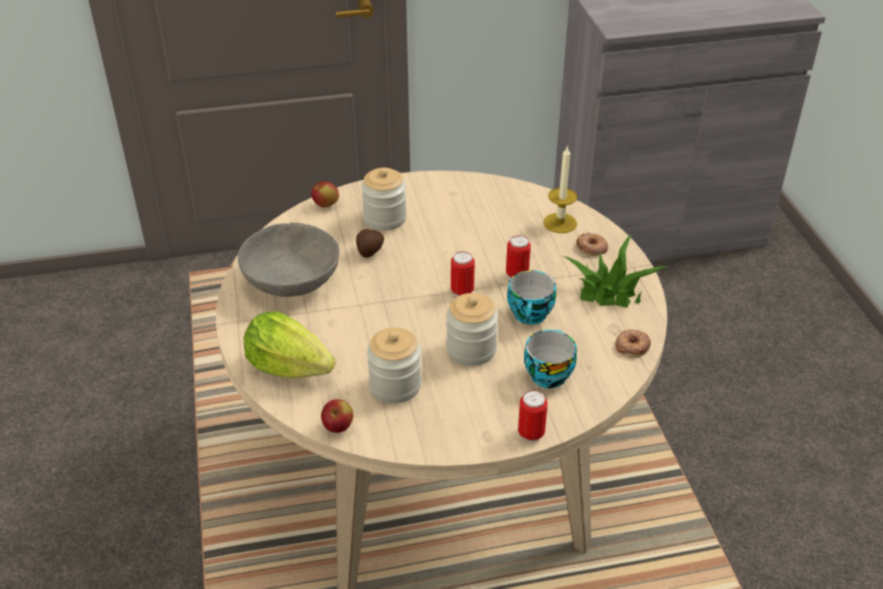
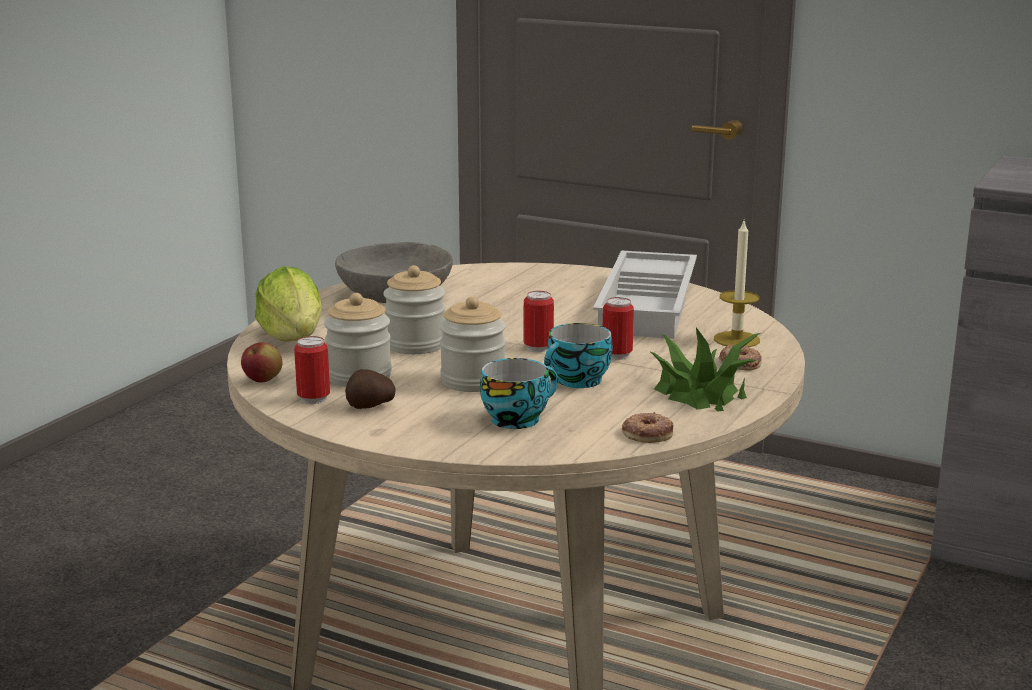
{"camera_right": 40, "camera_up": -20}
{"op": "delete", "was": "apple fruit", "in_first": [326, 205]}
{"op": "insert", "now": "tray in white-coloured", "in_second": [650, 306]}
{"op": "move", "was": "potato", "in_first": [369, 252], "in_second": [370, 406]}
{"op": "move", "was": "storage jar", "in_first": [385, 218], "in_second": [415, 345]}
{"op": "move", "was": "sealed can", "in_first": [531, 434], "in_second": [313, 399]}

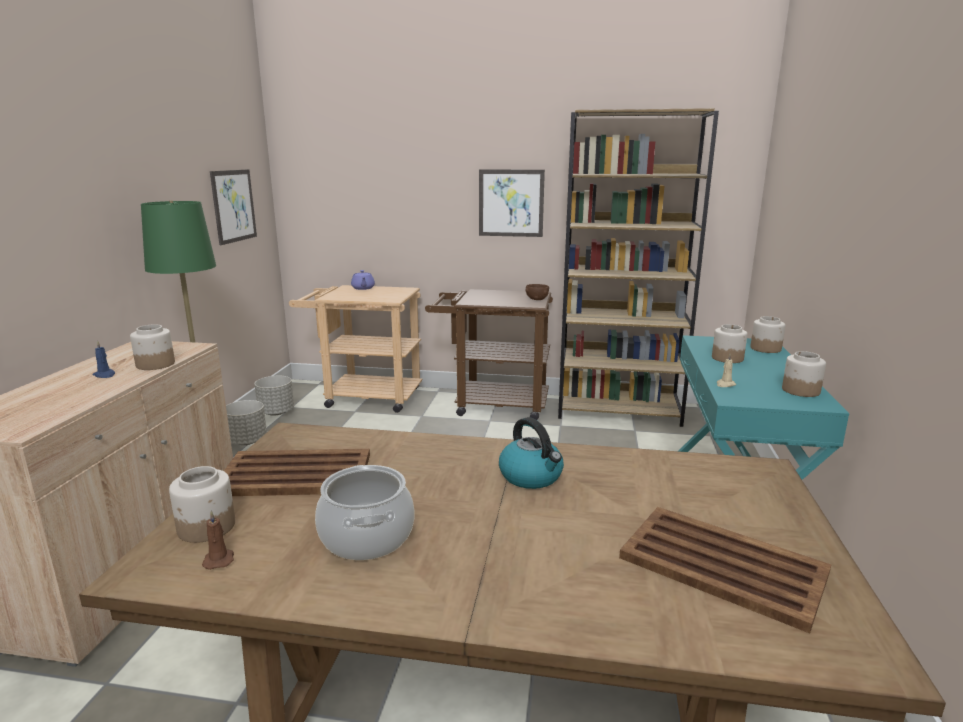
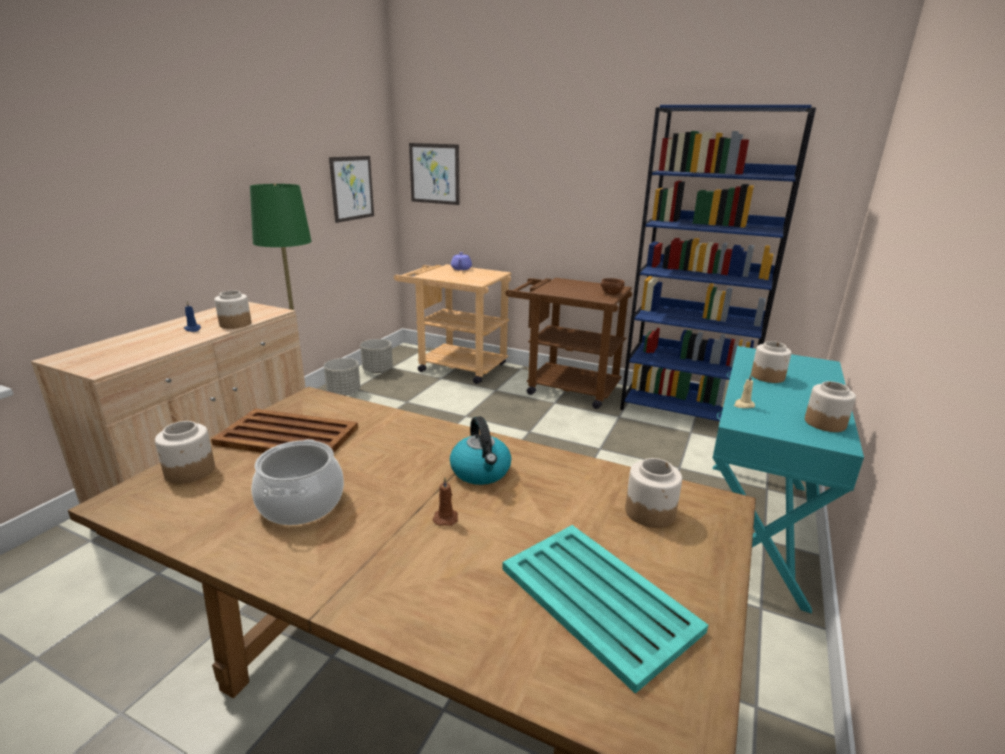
{"camera_right": 15, "camera_up": 5}
{"op": "move", "was": "wax light in brown", "in_first": [219, 560], "in_second": [445, 517]}
{"op": "move", "was": "picture", "in_first": [511, 203], "in_second": [434, 174]}
{"op": "move", "was": "storage jar", "in_first": [765, 348], "in_second": [650, 512]}
{"op": "recolor", "was": "bookshelf in brown", "now": "bookshelf in blue", "in_first": [619, 410], "in_second": [684, 409]}
{"op": "recolor", "was": "tray in brown", "now": "tray in turquoise-coloured", "in_first": [720, 564], "in_second": [597, 597]}

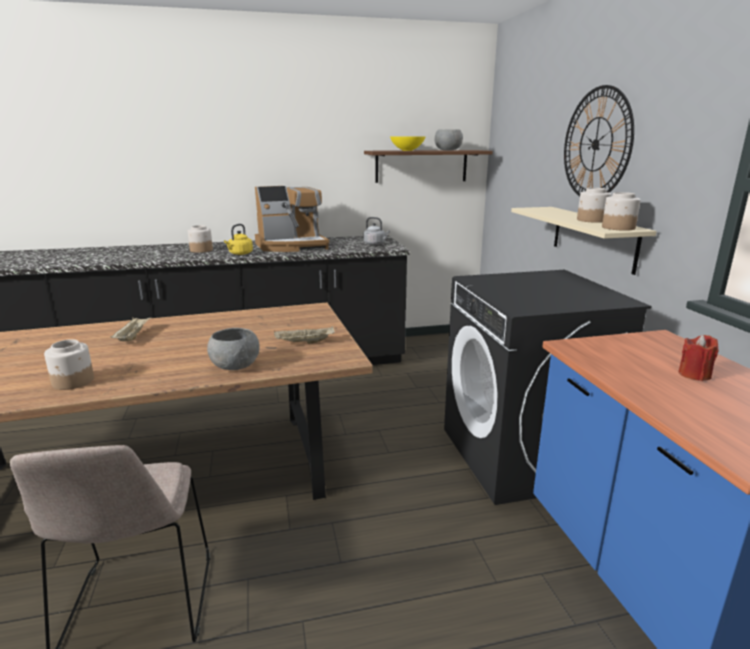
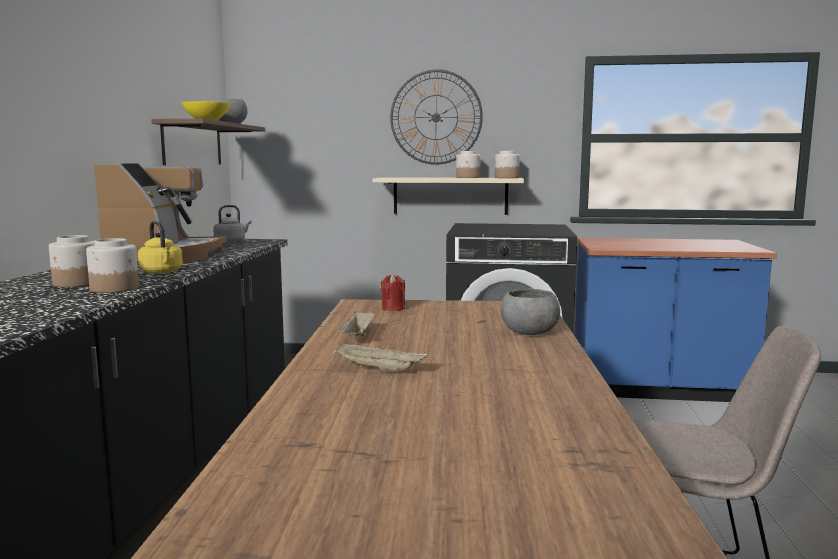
{"camera_right": -70, "camera_up": -10}
{"op": "move", "was": "storage jar", "in_first": [73, 381], "in_second": [115, 288]}
{"op": "move", "was": "tray in beige-coloured", "in_first": [304, 343], "in_second": [357, 337]}
{"op": "move", "was": "wax light in red", "in_first": [694, 374], "in_second": [393, 308]}

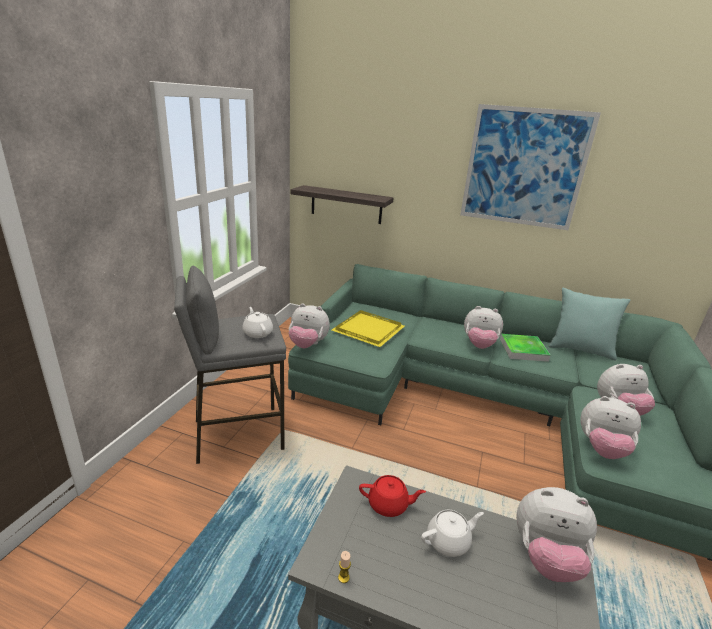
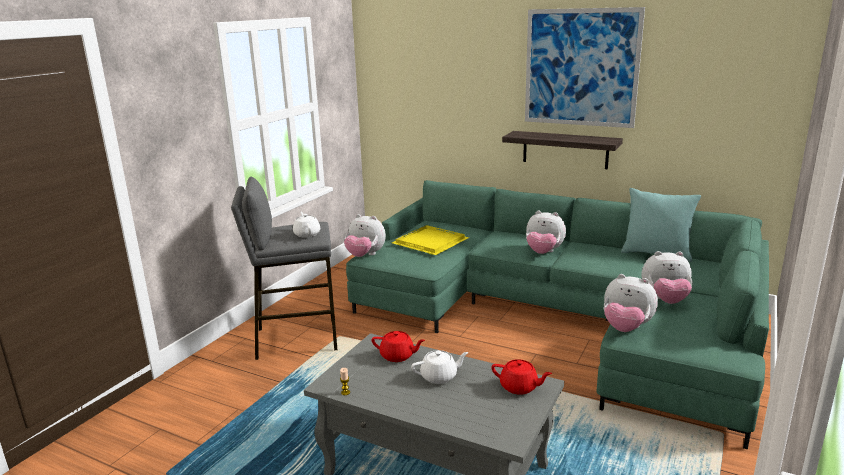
{"camera_right": 10, "camera_up": -5}
{"op": "delete", "was": "tray", "in_first": [523, 350]}
{"op": "move", "was": "wall shelf", "in_first": [346, 205], "in_second": [565, 149]}
{"op": "replace", "was": "cuddly toy", "now": "pot for tea in red", "in_first": [546, 558], "in_second": [519, 387]}

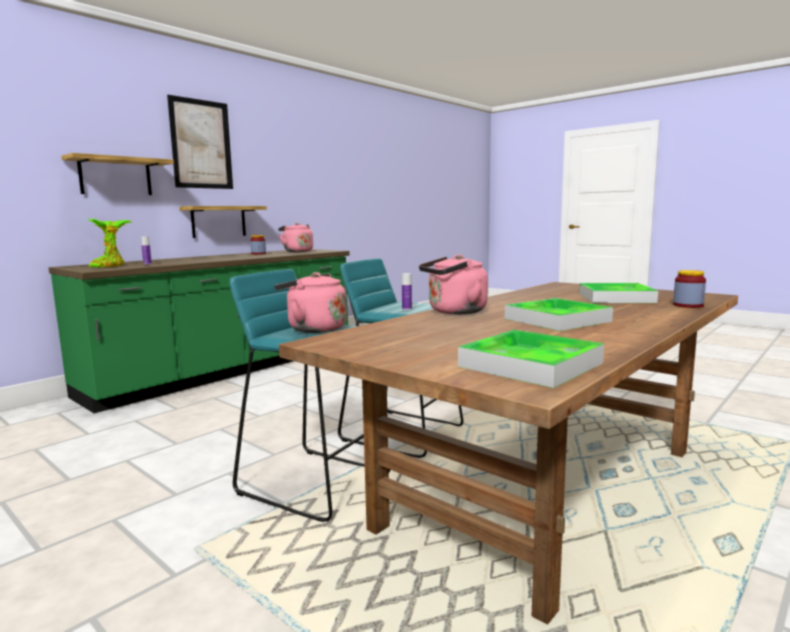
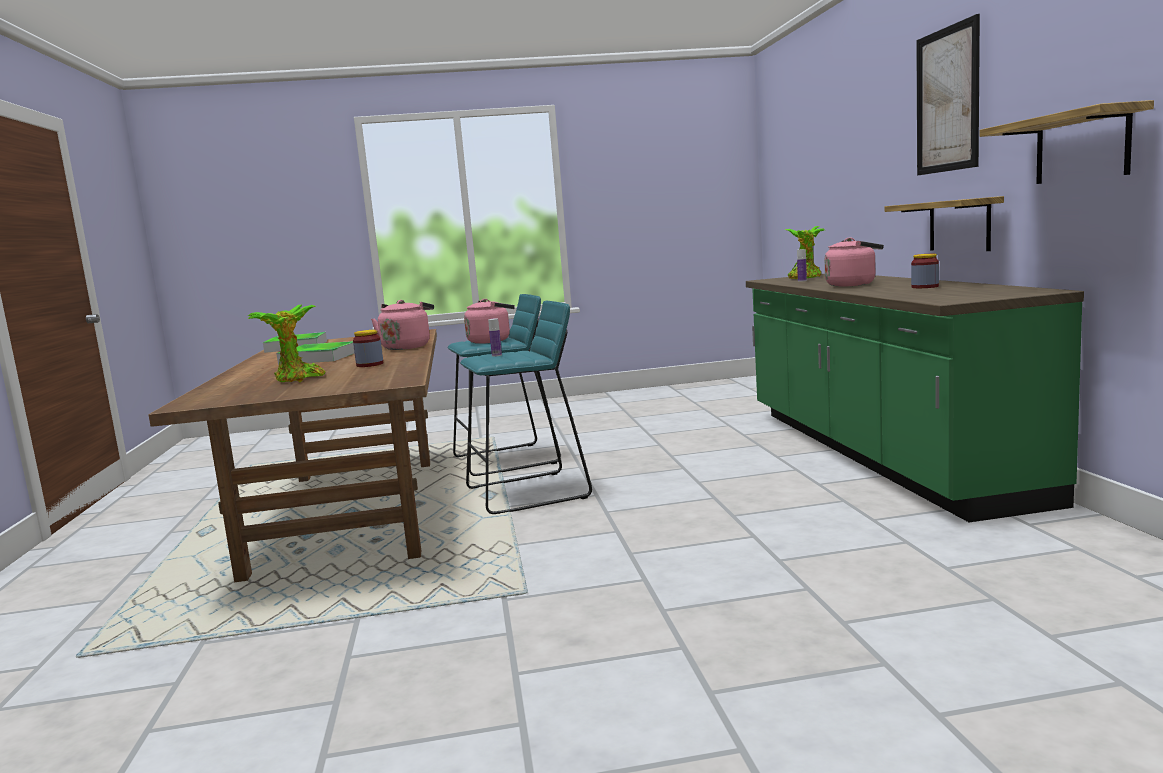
{"camera_right": 130, "camera_up": 0}
{"op": "move", "was": "wall shelf", "in_first": [115, 176], "in_second": [1081, 147]}
{"op": "move", "was": "kettle in pink-coloured", "in_first": [297, 251], "in_second": [853, 284]}
{"op": "move", "was": "storage jar", "in_first": [688, 305], "in_second": [370, 365]}
{"op": "replace", "was": "tray", "now": "potted plant", "in_first": [615, 298], "in_second": [297, 380]}

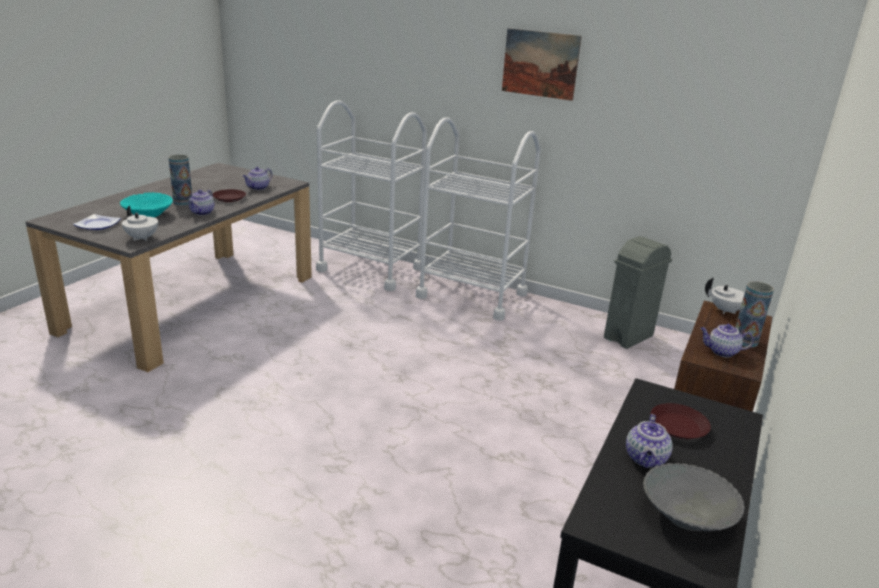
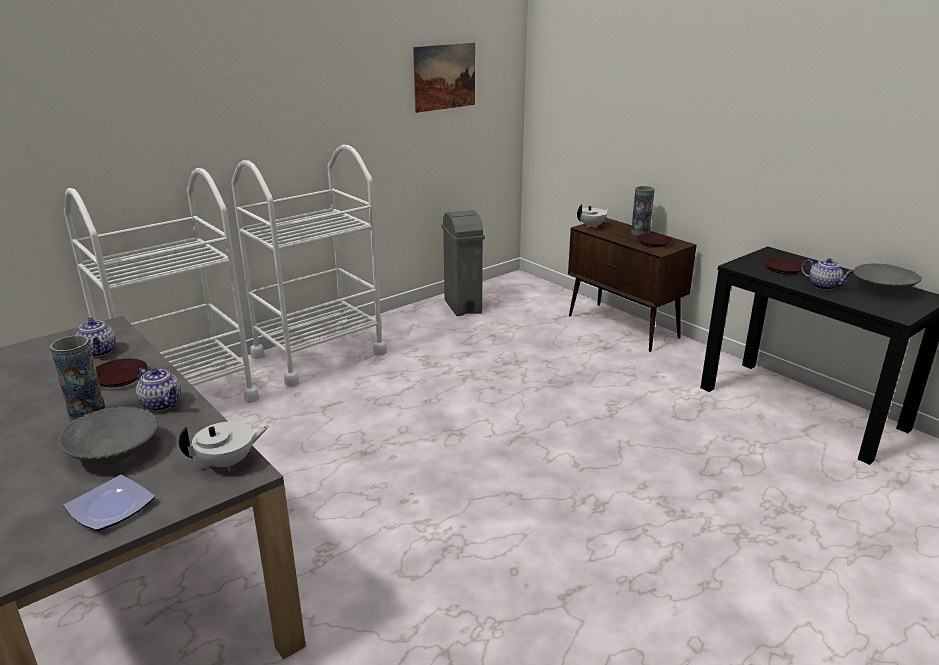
{"camera_right": -65, "camera_up": 0}
{"op": "move", "was": "picture", "in_first": [540, 64], "in_second": [444, 77]}
{"op": "replace", "was": "pot for tea", "now": "flat dish in brown", "in_first": [721, 352], "in_second": [653, 243]}
{"op": "recolor", "was": "serving bowl in turquoise-coloured", "now": "serving bowl in gray", "in_first": [148, 215], "in_second": [114, 453]}

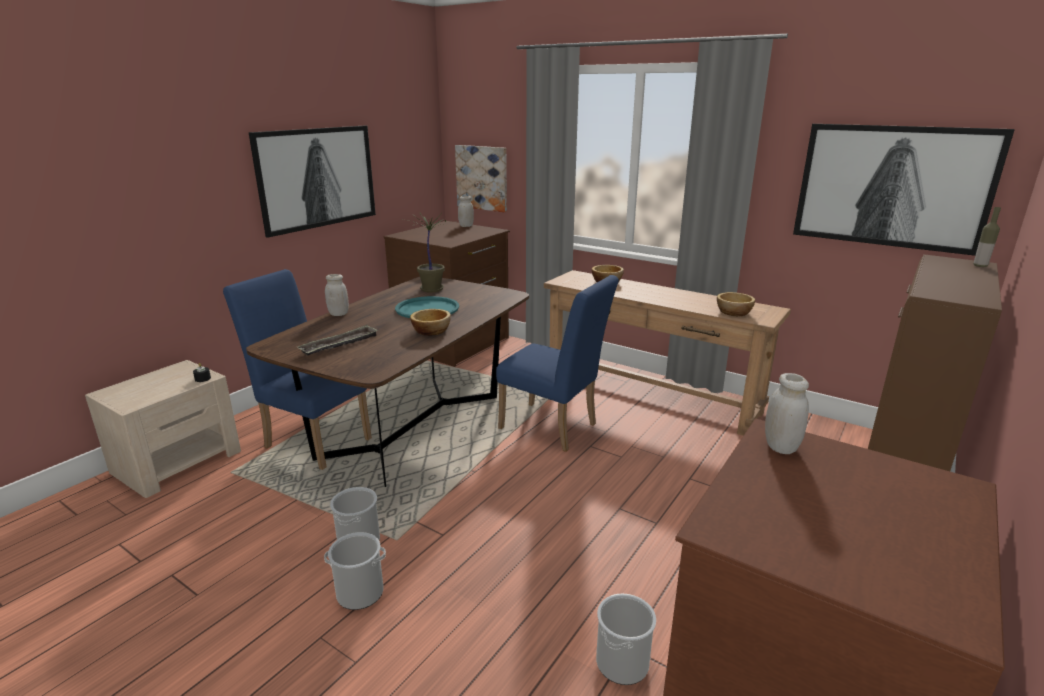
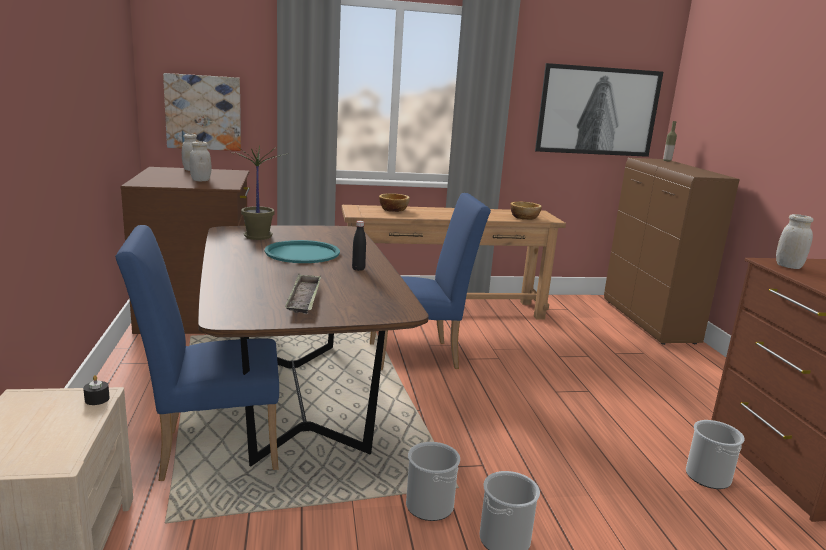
{"camera_right": -45, "camera_up": -5}
{"op": "delete", "was": "picture", "in_first": [318, 178]}
{"op": "move", "was": "storage jar in white-coloured", "in_first": [338, 314], "in_second": [201, 180]}
{"op": "replace", "was": "serving bowl", "now": "bottle in black-coloured", "in_first": [431, 331], "in_second": [358, 269]}

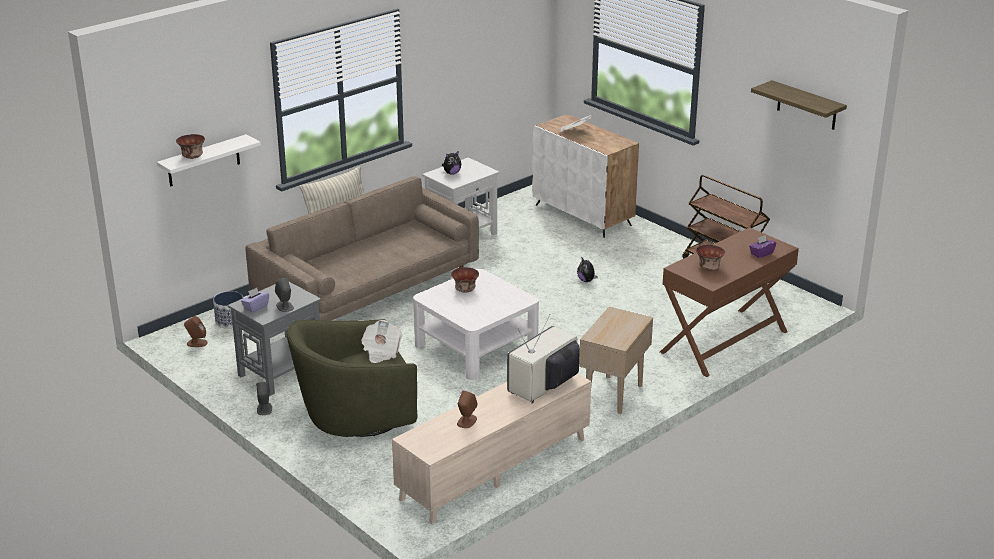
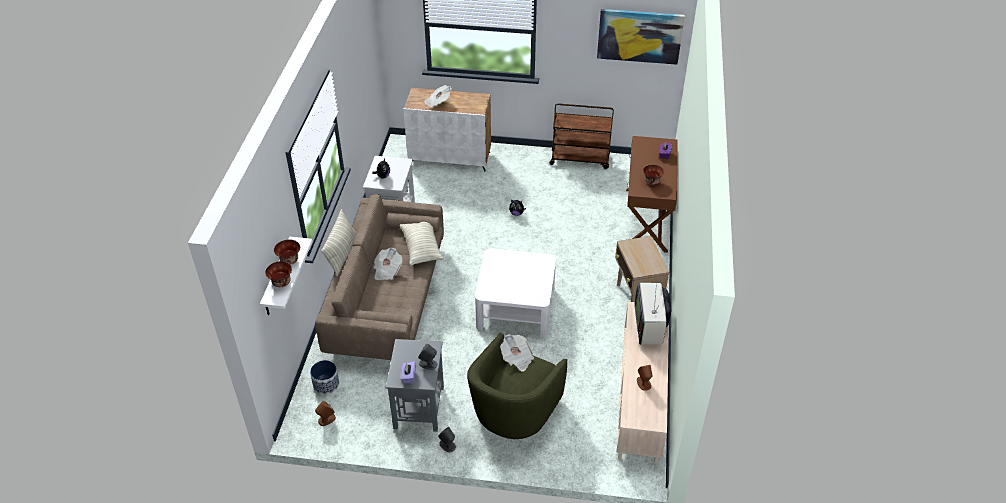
{"camera_right": -40, "camera_up": 15}
{"op": "insert", "now": "daily paper", "in_second": [387, 271]}
{"op": "insert", "now": "throw pillow", "in_second": [421, 248]}
{"op": "move", "was": "serving bowl", "in_first": [465, 289], "in_second": [289, 260]}
{"op": "replace", "was": "wall shelf", "now": "picture", "in_first": [807, 106], "in_second": [639, 36]}

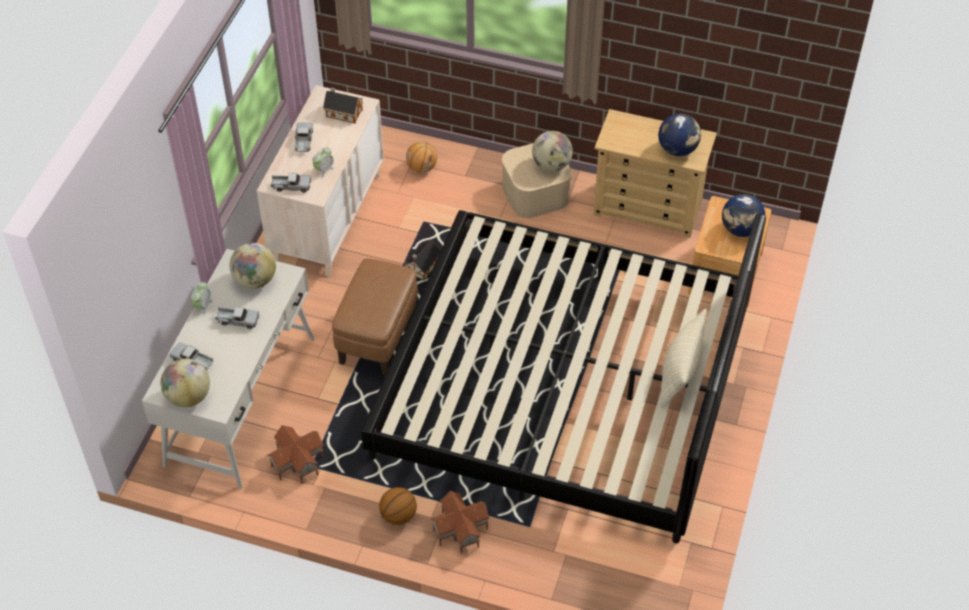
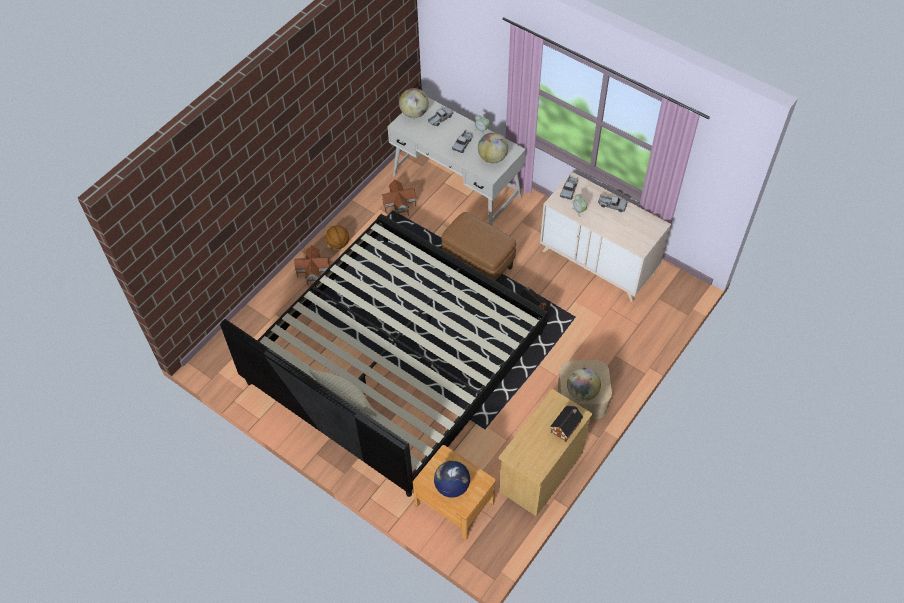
{"camera_right": 110, "camera_up": 5}
{"op": "delete", "was": "ball for basketball", "in_first": [422, 167]}
{"op": "delete", "was": "globe", "in_first": [677, 149]}
{"op": "move", "was": "toy house", "in_first": [343, 112], "in_second": [566, 426]}

